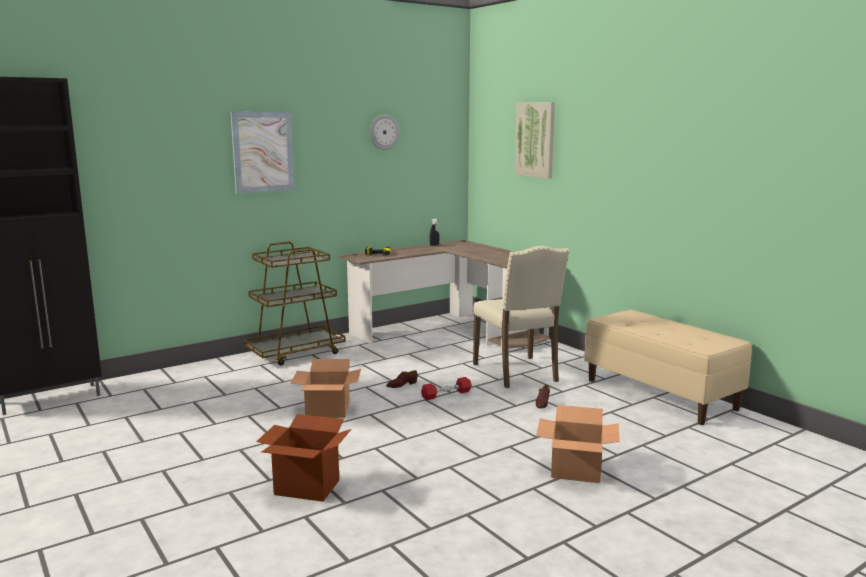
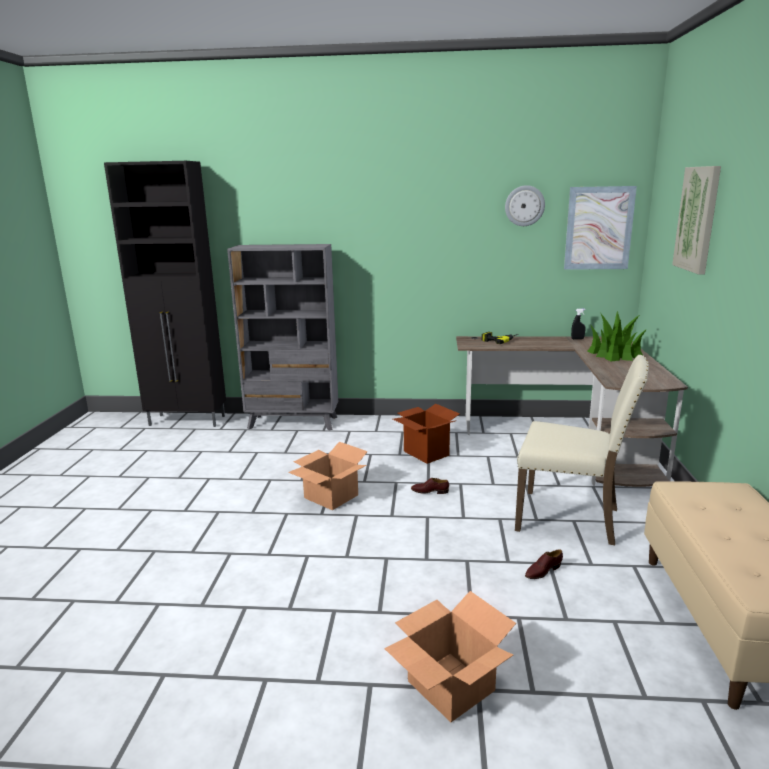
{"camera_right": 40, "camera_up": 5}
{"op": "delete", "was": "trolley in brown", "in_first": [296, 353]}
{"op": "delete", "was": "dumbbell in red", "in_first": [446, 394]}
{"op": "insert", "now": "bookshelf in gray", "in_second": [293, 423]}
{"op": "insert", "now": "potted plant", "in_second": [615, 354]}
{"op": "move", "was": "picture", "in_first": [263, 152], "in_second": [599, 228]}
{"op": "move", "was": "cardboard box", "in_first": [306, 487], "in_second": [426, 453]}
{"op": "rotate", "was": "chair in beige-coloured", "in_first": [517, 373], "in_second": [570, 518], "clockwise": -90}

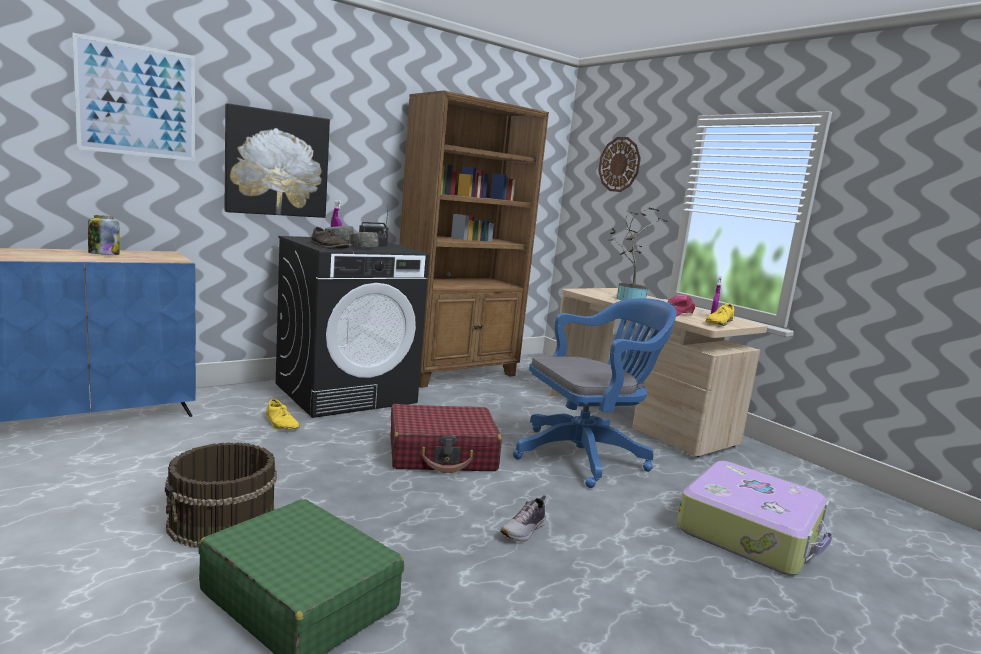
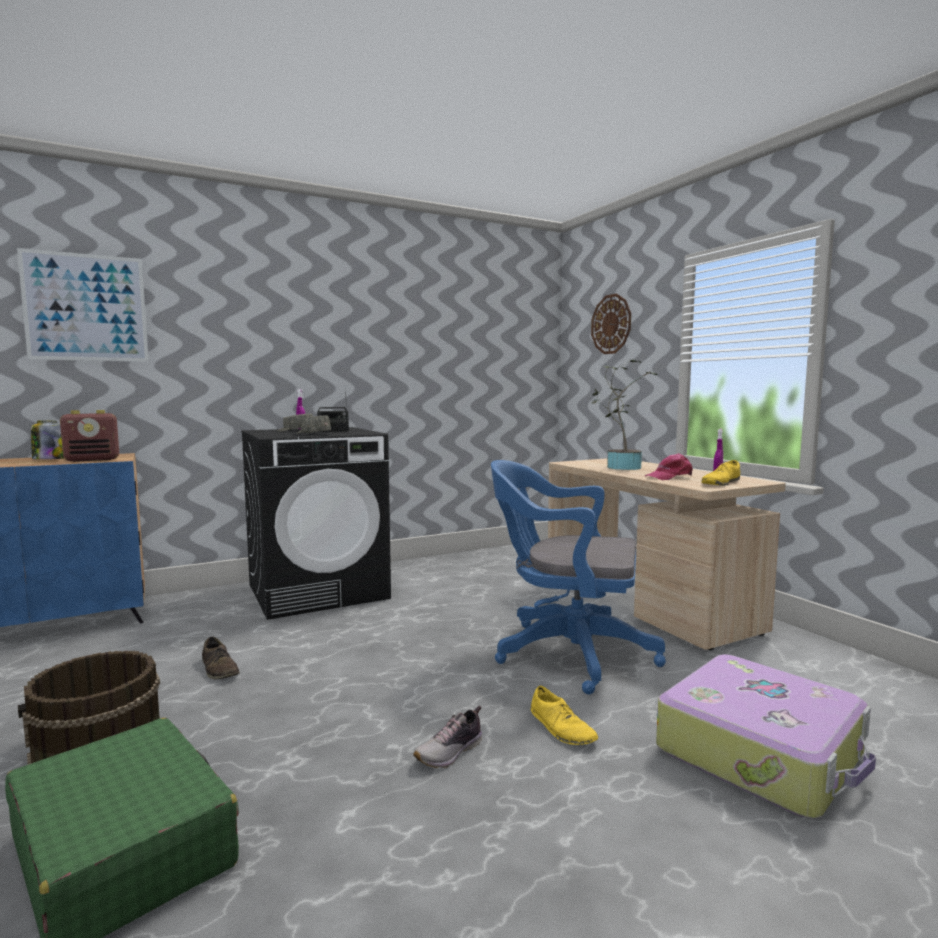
{"camera_right": 10, "camera_up": -5}
{"op": "delete", "was": "picture", "in_first": [277, 164]}
{"op": "delete", "was": "piece of luggage in red", "in_first": [442, 454]}
{"op": "delete", "was": "bookshelf in brown", "in_first": [456, 373]}
{"op": "insert", "now": "radio", "in_second": [93, 460]}
{"op": "move", "was": "low shoe in yellow-coloured", "in_first": [281, 423], "in_second": [562, 728]}
{"op": "move", "was": "low shoe in brown", "in_first": [329, 247], "in_second": [219, 669]}
{"op": "rotate", "was": "office chair in blue", "in_first": [586, 455], "in_second": [566, 652], "clockwise": -150}

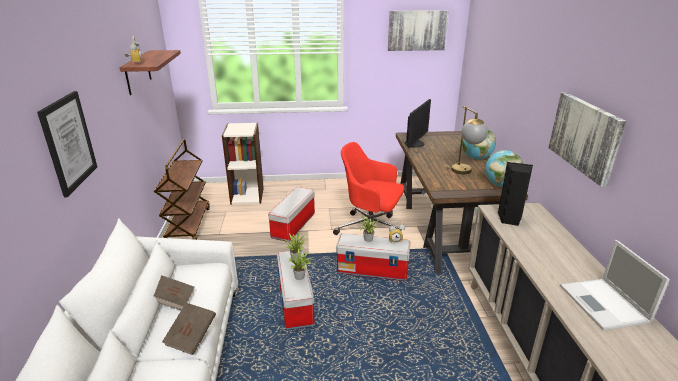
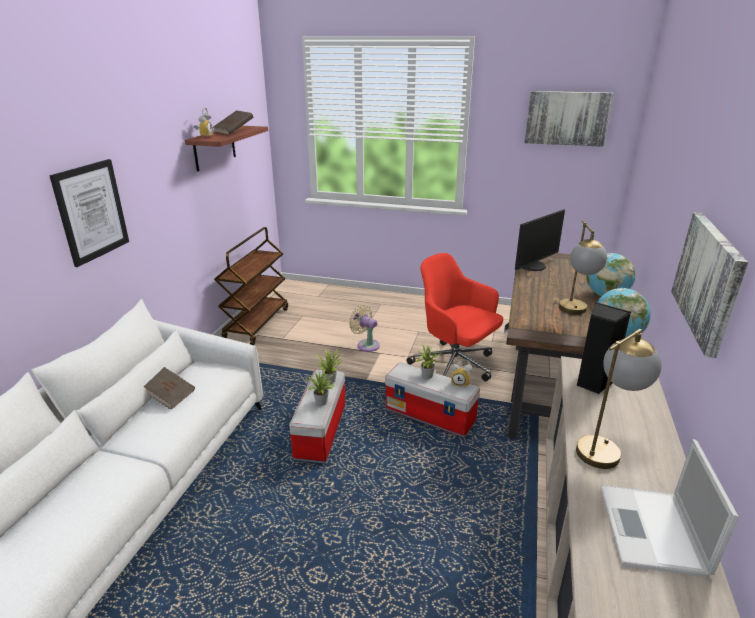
{"camera_right": 20, "camera_up": 0}
{"op": "delete", "was": "bookshelf", "in_first": [247, 195]}
{"op": "insert", "now": "table lamp", "in_second": [605, 447]}
{"op": "move", "was": "book in brown", "in_first": [191, 337], "in_second": [234, 132]}
{"op": "replace", "was": "storage container", "now": "fan in beige-coloured", "in_first": [293, 226], "in_second": [366, 345]}

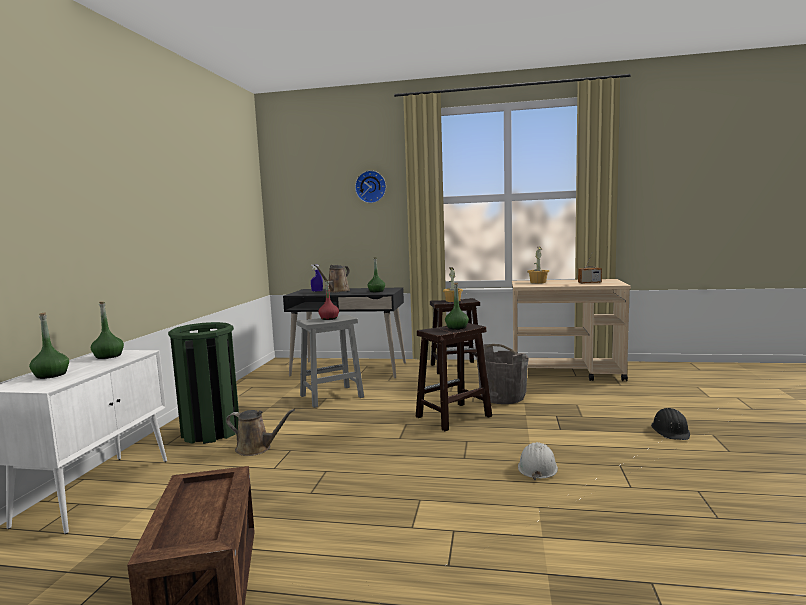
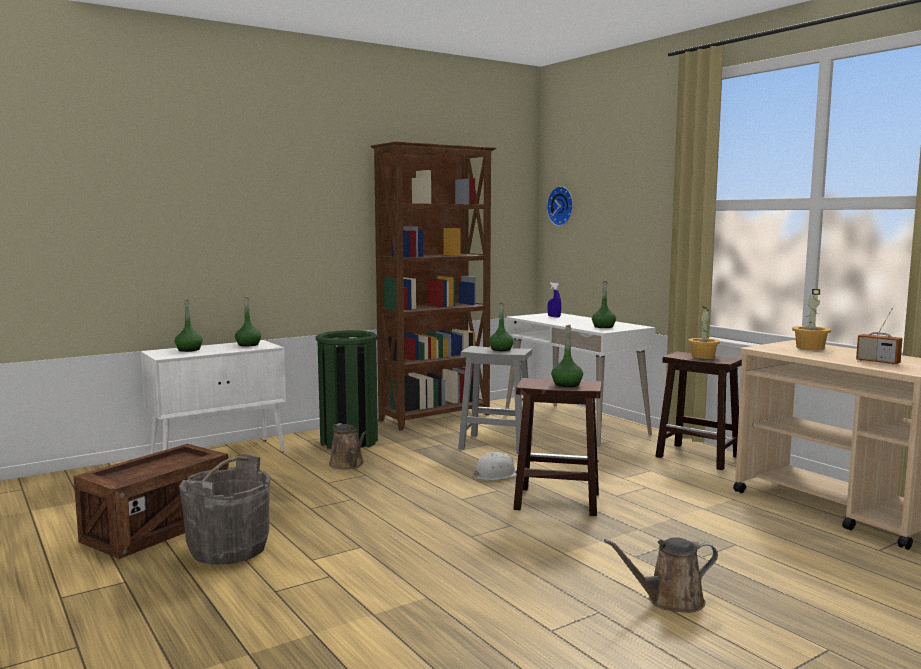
{"camera_right": 45, "camera_up": 0}
{"op": "delete", "was": "hard hat in black-coloured", "in_first": [671, 431]}
{"op": "insert", "now": "bookshelf in brown", "in_second": [436, 418]}
{"op": "move", "was": "sprinkling can in brown", "in_first": [336, 291], "in_second": [670, 600]}
{"op": "move", "was": "wall clock", "in_first": [371, 187], "in_second": [562, 206]}
{"op": "move", "was": "bucket in gray", "in_first": [502, 397], "in_second": [229, 549]}
{"op": "move", "was": "hard hat in white-coloured", "in_first": [537, 467], "in_second": [496, 475]}
{"op": "recolor", "was": "desk unit in black-coloured", "now": "desk unit in white-coloured", "in_first": [349, 369], "in_second": [575, 424]}
{"op": "recolor", "was": "bottle in red", "now": "bottle in greenish", "in_first": [329, 318], "in_second": [501, 349]}

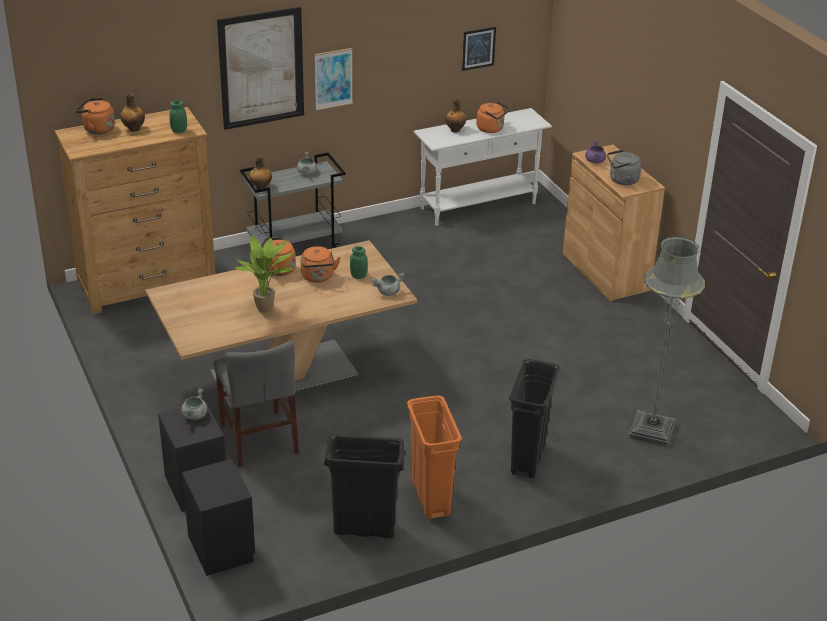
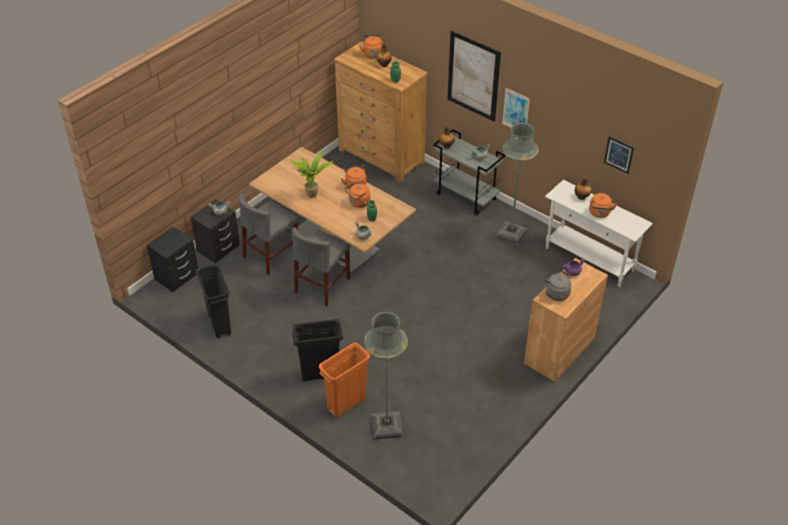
{"camera_right": 65, "camera_up": 10}
{"op": "insert", "now": "chair in gray", "in_second": [322, 285]}
{"op": "insert", "now": "floor lamp in gray", "in_second": [511, 234]}
{"op": "move", "was": "waste bin in orangey", "in_first": [431, 499], "in_second": [346, 404]}

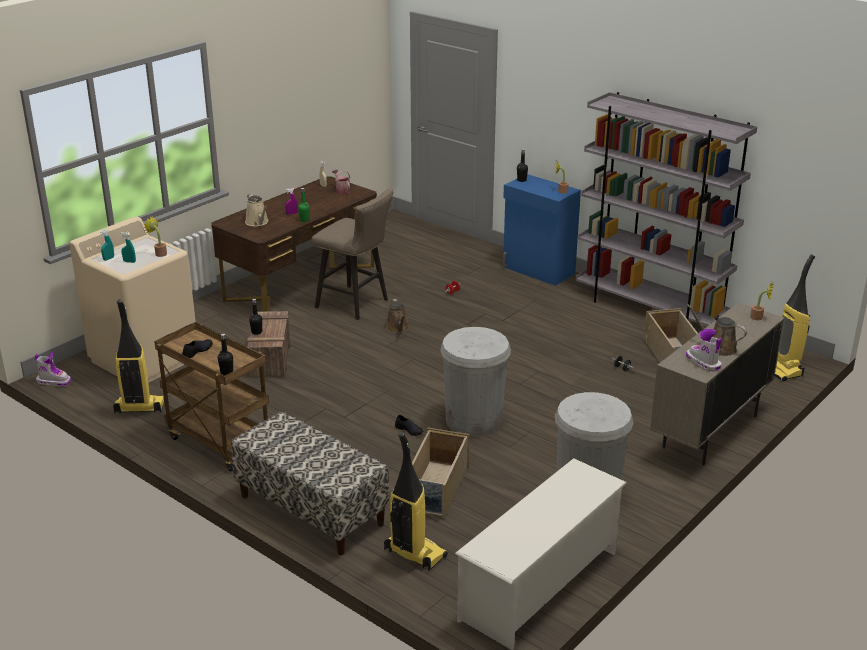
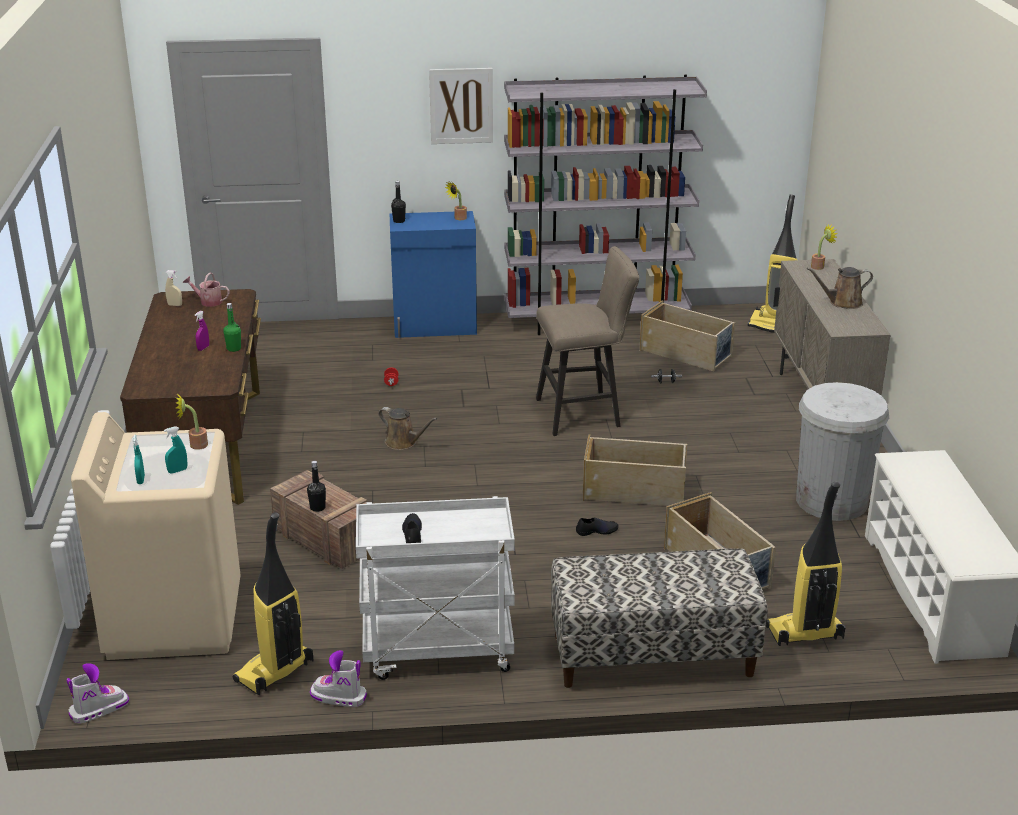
{"camera_right": -45, "camera_up": 0}
{"op": "delete", "was": "bottle in black-coloured", "in_first": [226, 372]}
{"op": "delete", "was": "sprinkling can in beige-coloured", "in_first": [258, 222]}
{"op": "insert", "now": "picture", "in_second": [461, 106]}
{"op": "move", "was": "stool seat in beige-coloured", "in_first": [356, 304], "in_second": [584, 413]}
{"op": "move", "was": "high-top boot", "in_first": [703, 362], "in_second": [338, 697]}
{"op": "replace", "was": "waste bin in white-coloured", "now": "storage container in beige-coloured", "in_first": [474, 421], "in_second": [635, 491]}
{"op": "recolor", "was": "trolley in brown", "now": "trolley in white-coloured", "in_first": [218, 442], "in_second": [437, 652]}

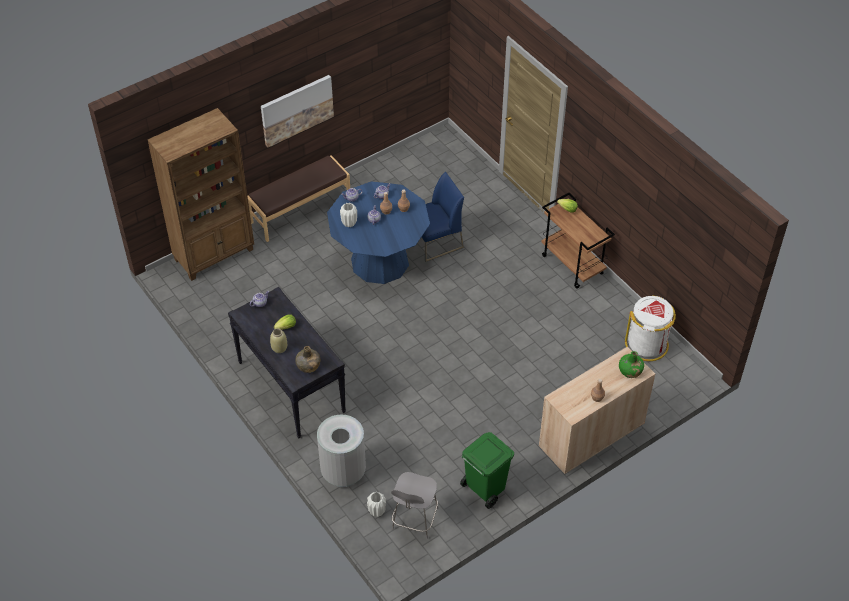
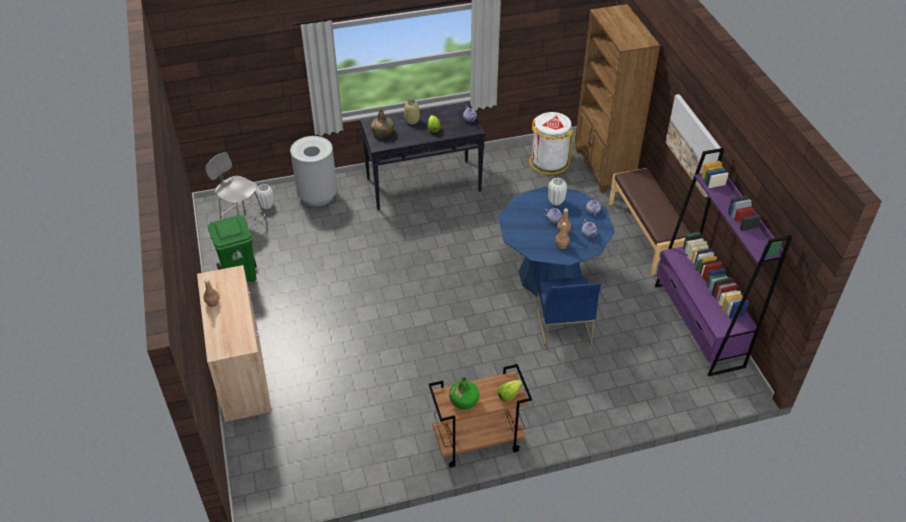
{"camera_right": 110, "camera_up": -5}
{"op": "insert", "now": "bookshelf in purple-coloured", "in_second": [698, 325]}
{"op": "move", "was": "bottle in greenish", "in_first": [630, 371], "in_second": [464, 400]}
{"op": "move", "was": "waste bin in white-coloured", "in_first": [647, 344], "in_second": [548, 162]}

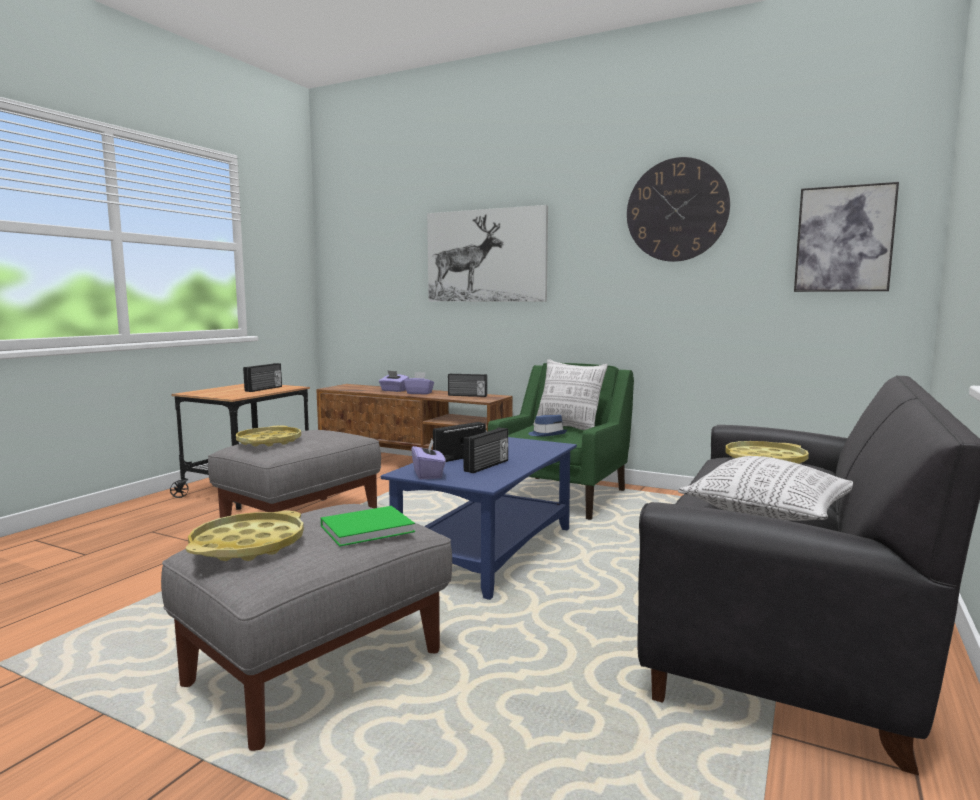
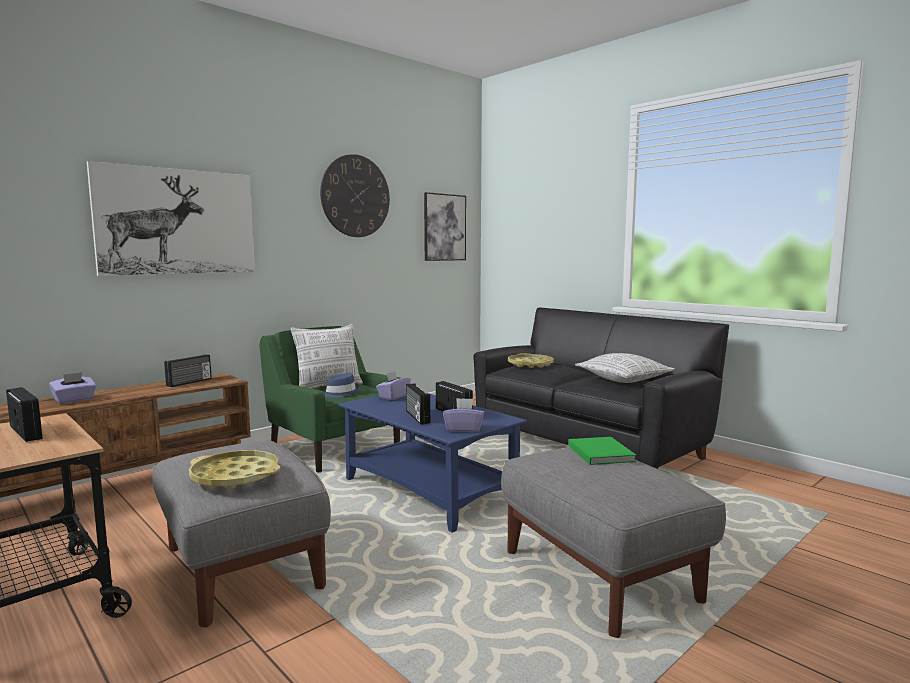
{"camera_right": -70, "camera_up": 0}
{"op": "delete", "was": "tray in yellow-coloured", "in_first": [248, 545]}
{"op": "move", "was": "box of tissues in purple-coloured", "in_first": [419, 393], "in_second": [393, 396]}

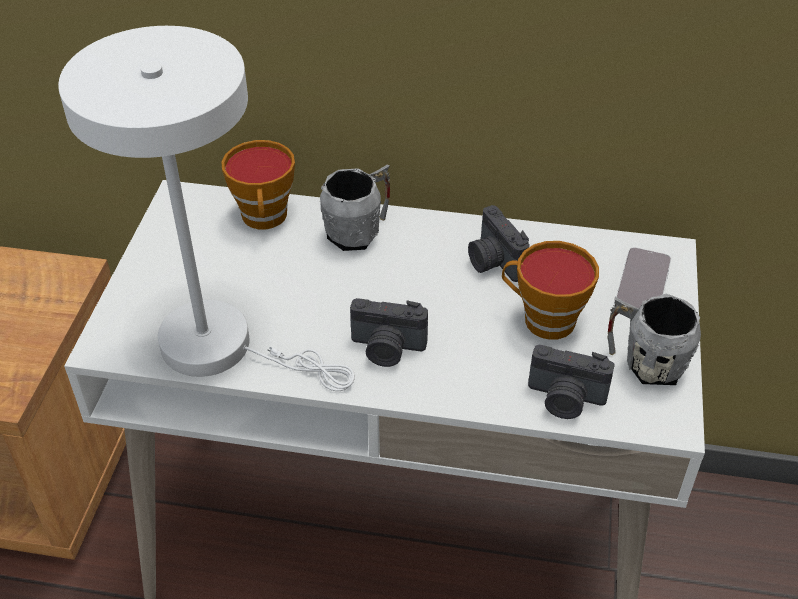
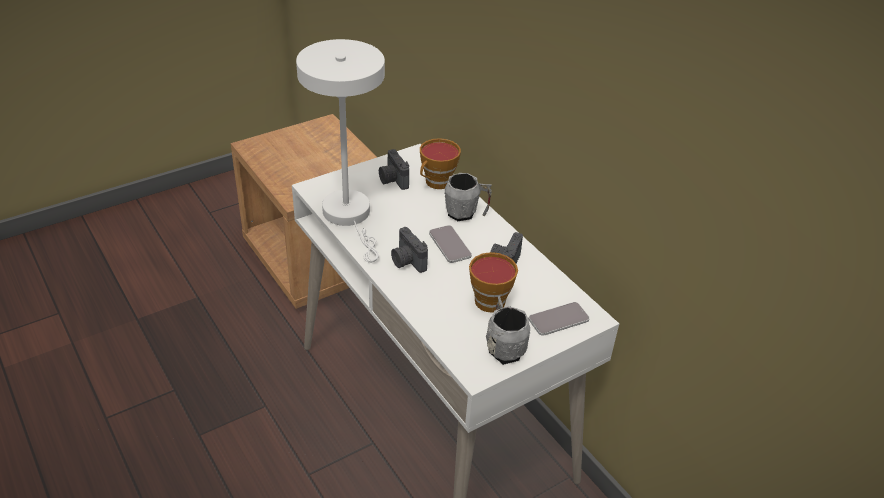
{"camera_right": 45, "camera_up": -5}
{"op": "insert", "now": "phone", "in_second": [450, 245]}
{"op": "move", "was": "photo camera", "in_first": [565, 399], "in_second": [392, 180]}

